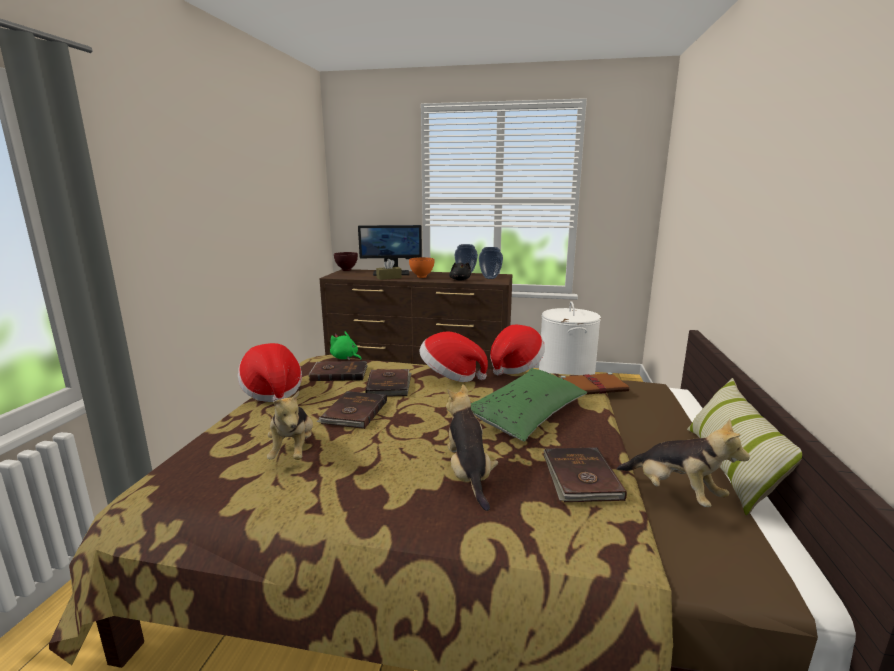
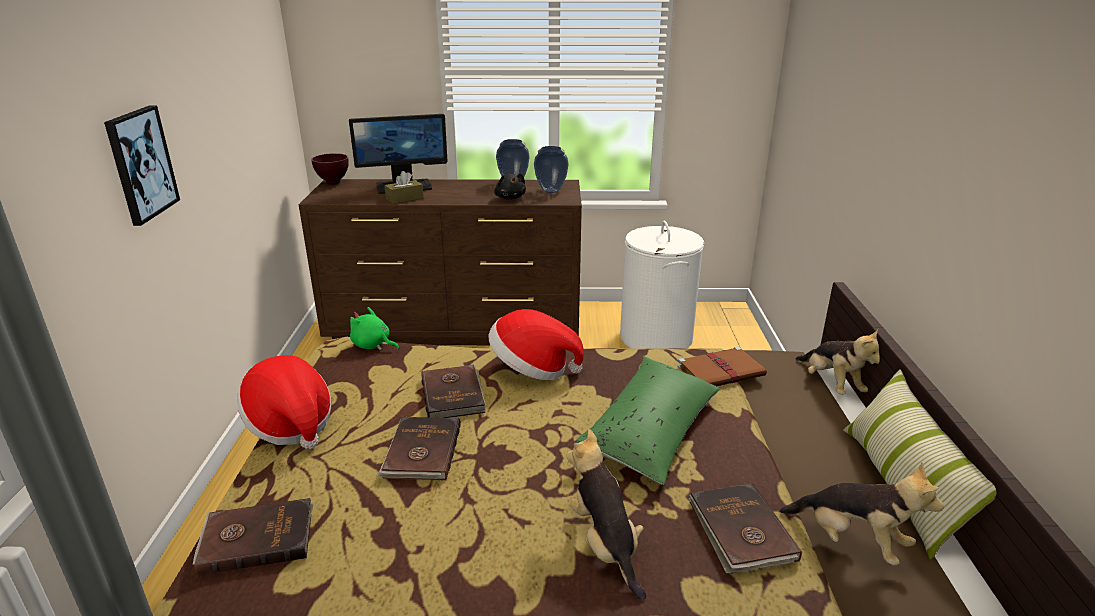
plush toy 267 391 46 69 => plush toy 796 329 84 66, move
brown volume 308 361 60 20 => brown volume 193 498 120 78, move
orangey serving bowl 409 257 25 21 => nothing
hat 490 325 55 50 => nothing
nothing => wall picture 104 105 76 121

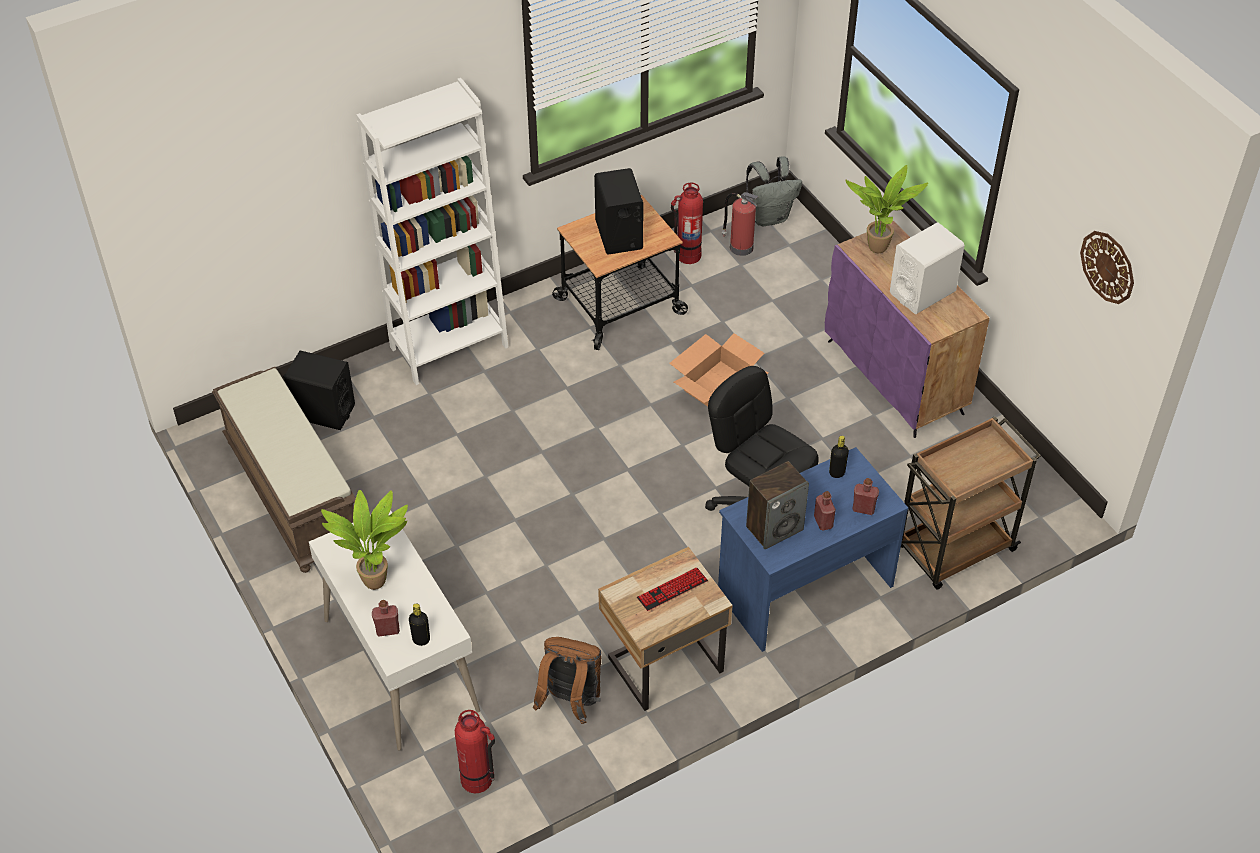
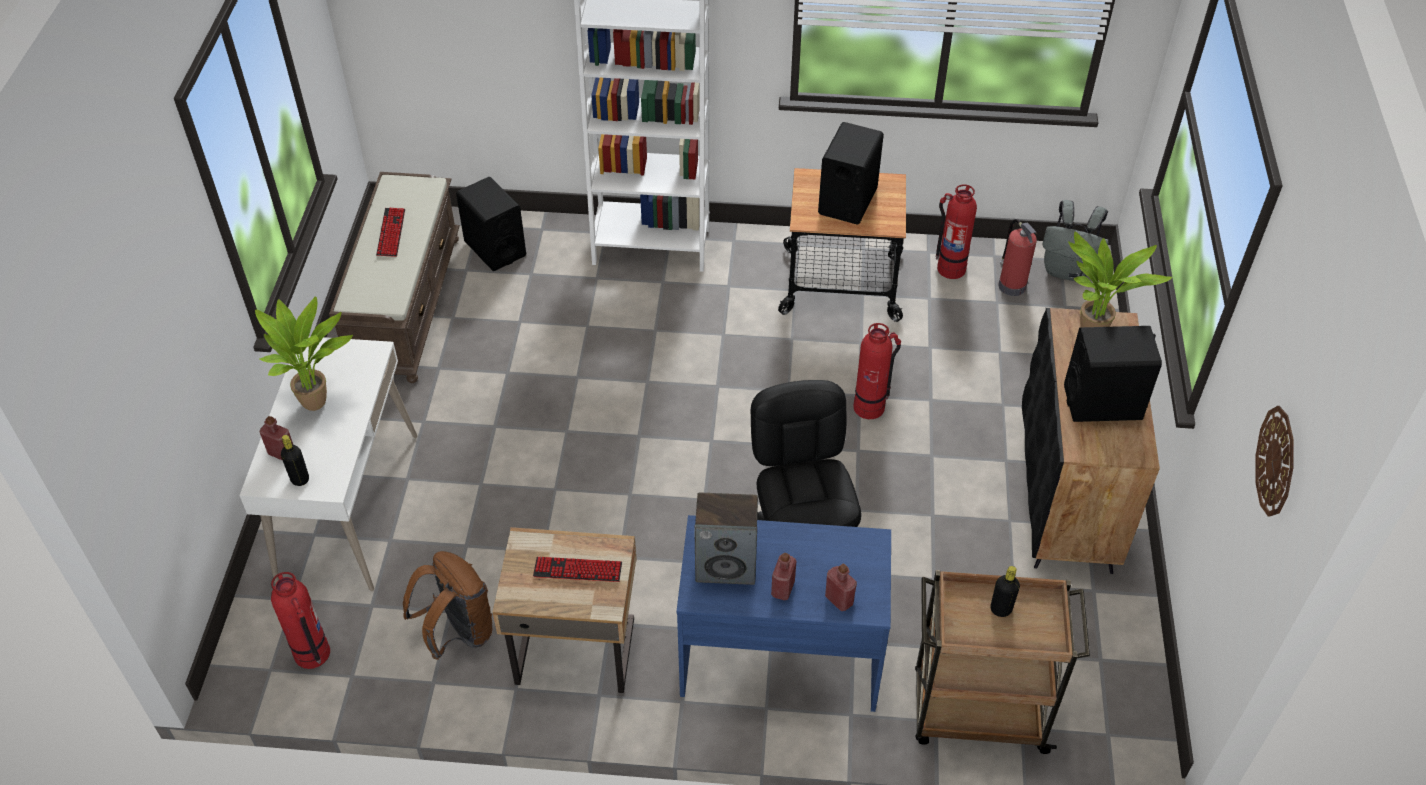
cardboard box 669 333 100 74 => fire extinguisher 853 323 48 96
purple cupboard 825 221 165 217 => black cupboard 1022 308 138 266
black bottle 829 436 20 42 => black bottle 990 566 30 51, move
white-coloured speaker 890 222 75 92 => black speaker 1064 326 98 96
nothing => PC keyboard 376 207 29 50

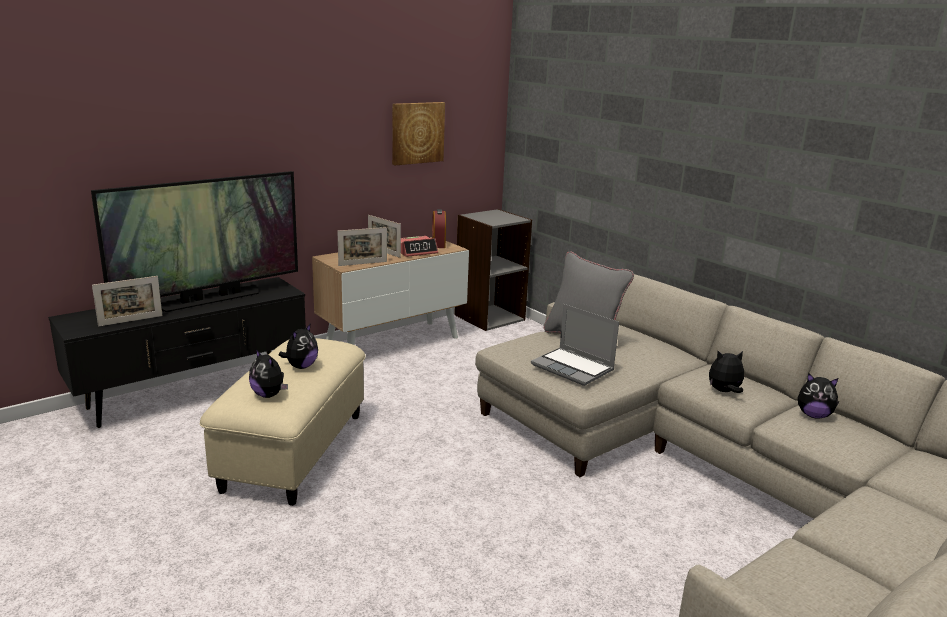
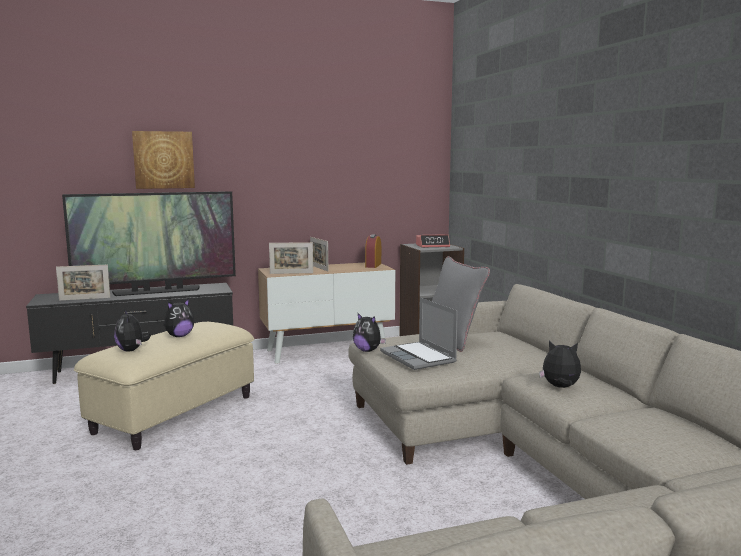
wall picture 392 102 53 63 => wall picture 132 131 63 58, move
alarm clock 401 236 37 21 => alarm clock 416 234 34 14, move
plush toy 798 373 42 46 => plush toy 353 312 33 40, move

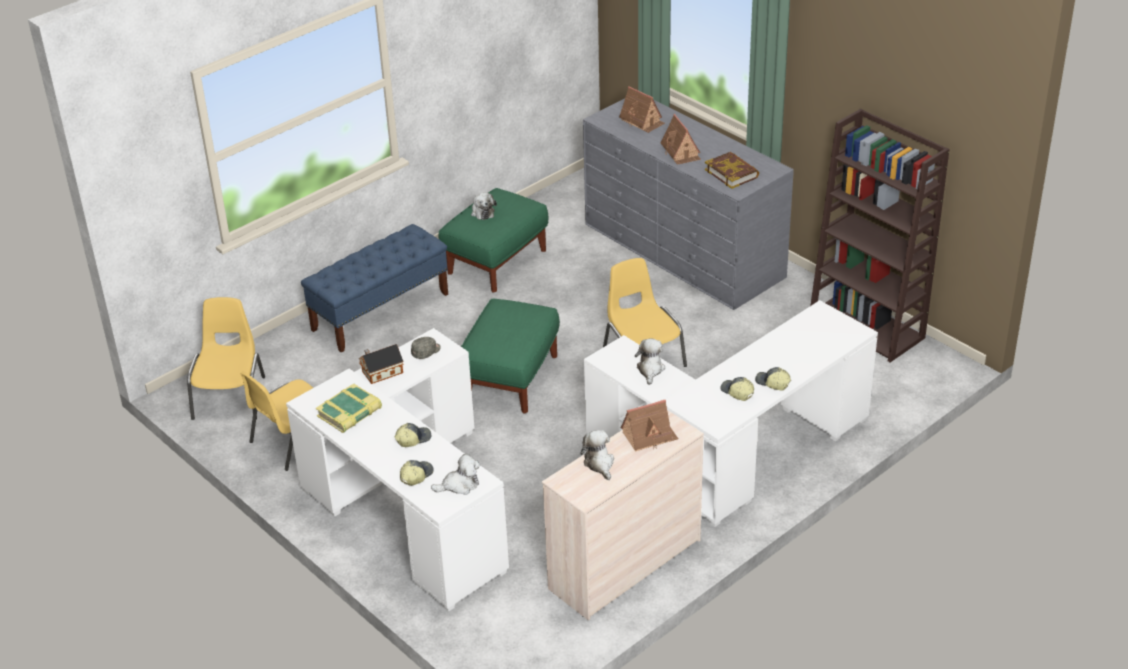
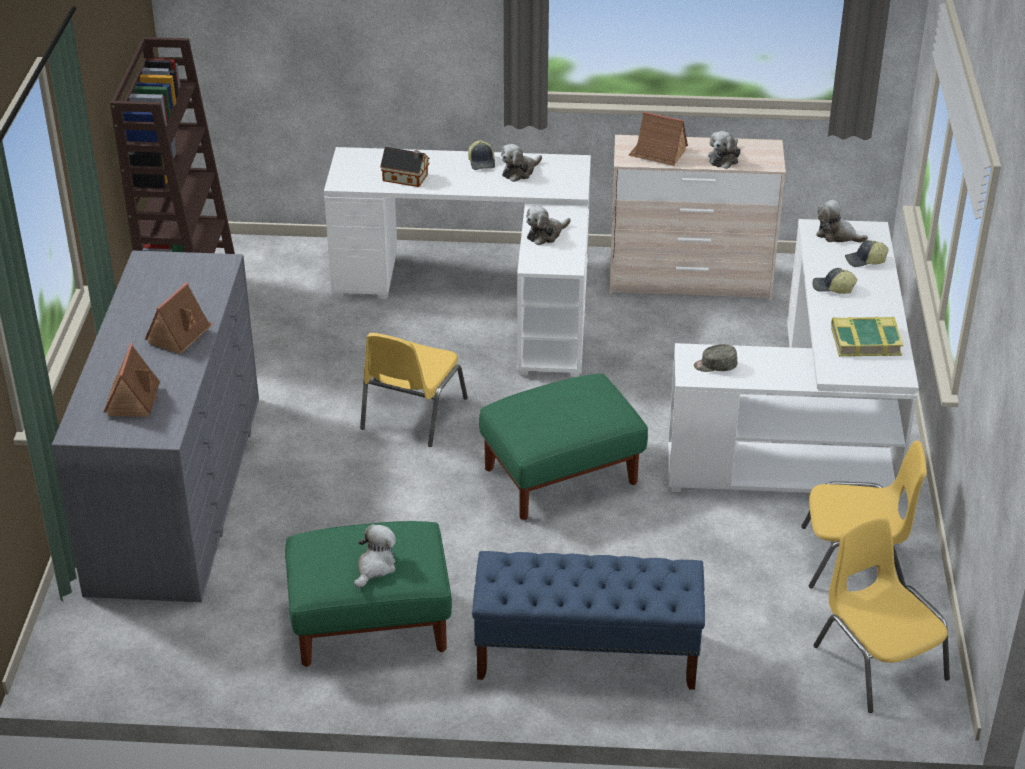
yellow-coloured chair 187 297 78 123 => yellow-coloured chair 813 516 137 197, 105 degrees clockwise
toy house 359 344 45 40 => toy house 380 147 50 40, move
volume 705 152 54 37 => nothing
baseball cap 720 377 34 24 => plush toy 501 144 41 38

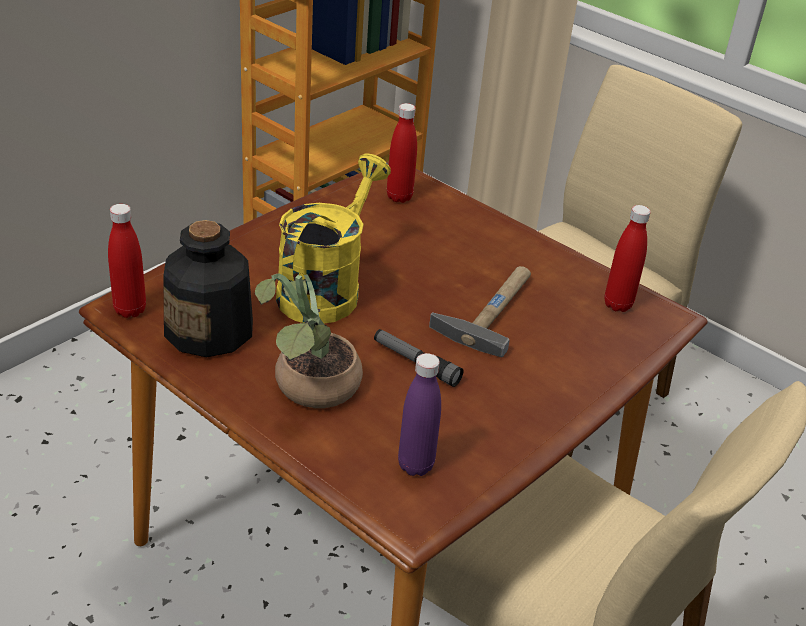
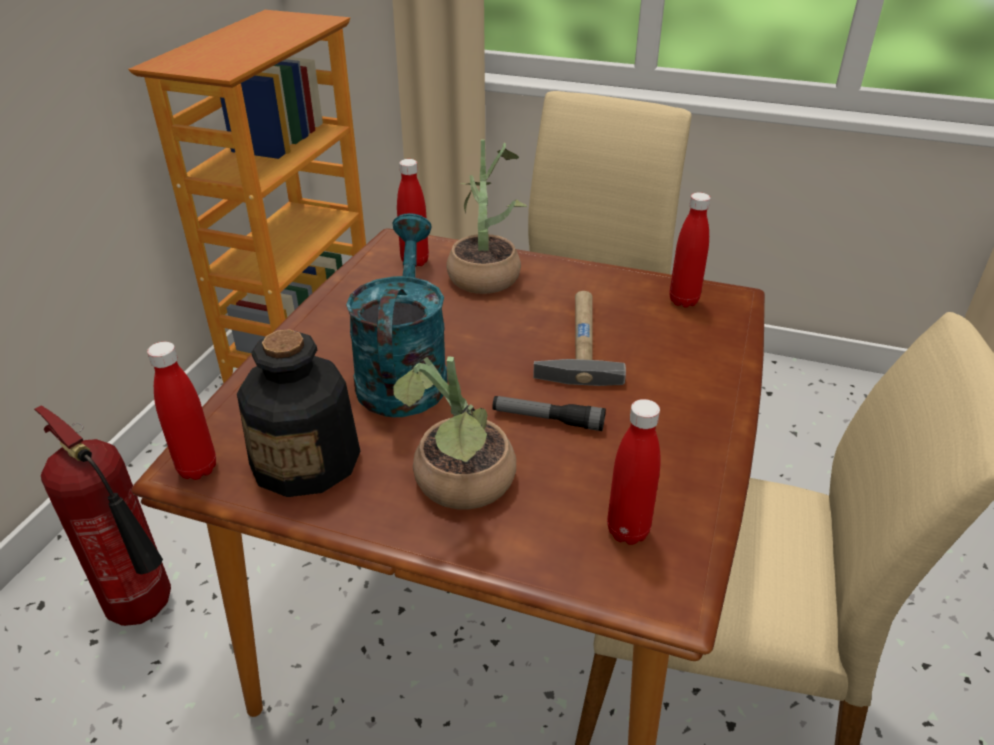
yellow-coloured sprinkling can 276 153 115 171 => turquoise-coloured sprinkling can 346 213 102 204
purple bottle 398 353 43 123 => red bottle 607 399 54 146
nothing => fire extinguisher 34 405 137 221
nothing => potted plant 446 140 81 154

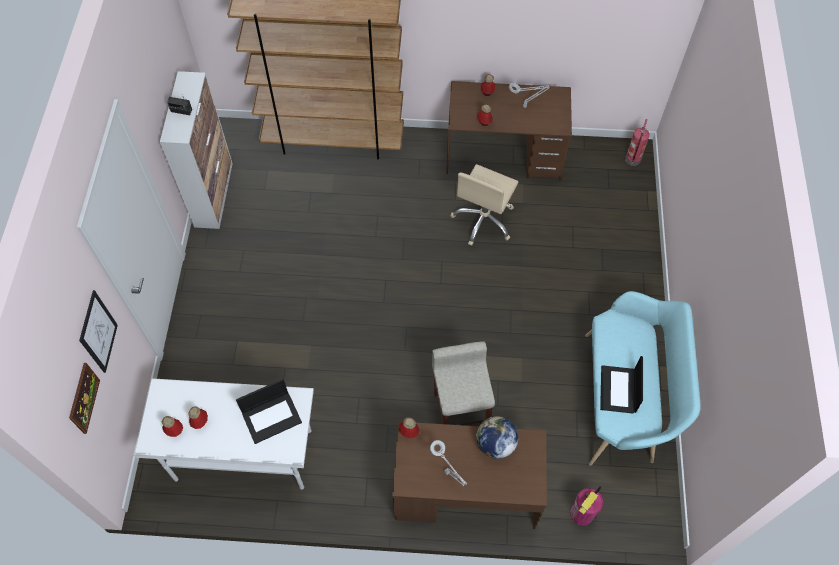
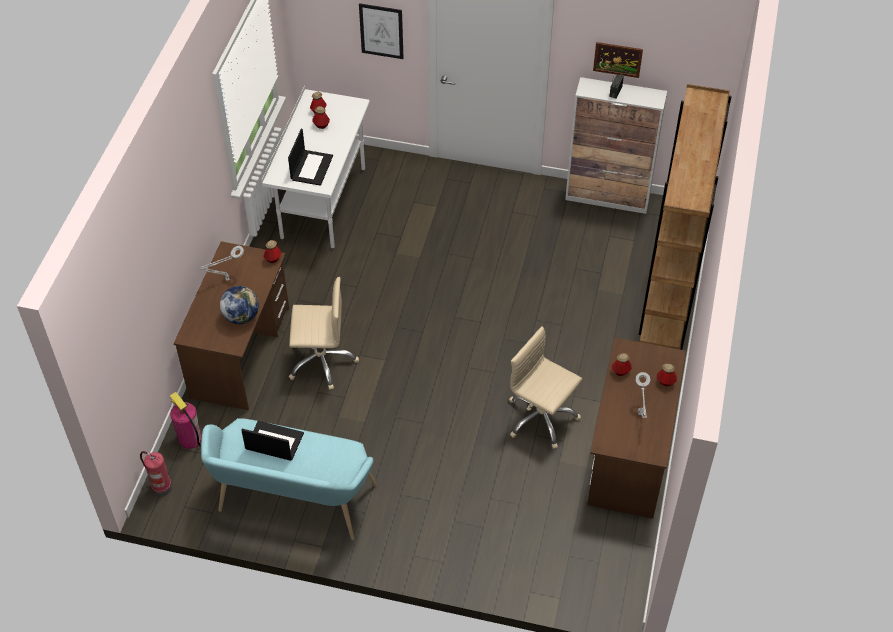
wall picture 69 363 31 71 => wall picture 593 42 50 36, move
portable computer 236 379 66 65 => portable computer 288 129 45 57, 150 degrees counterclockwise
beige-coloured sitting stool 432 341 63 85 => beige-coloured computer chair 289 277 70 113
fire extinguisher 625 119 25 47 => fire extinguisher 140 451 32 45, move

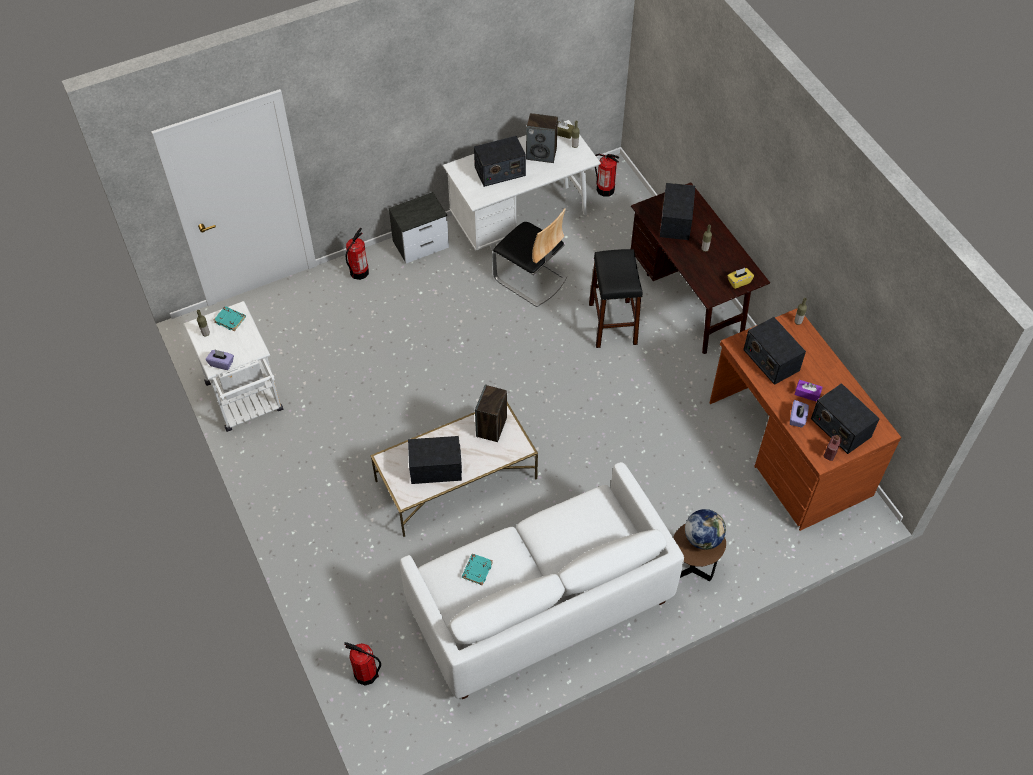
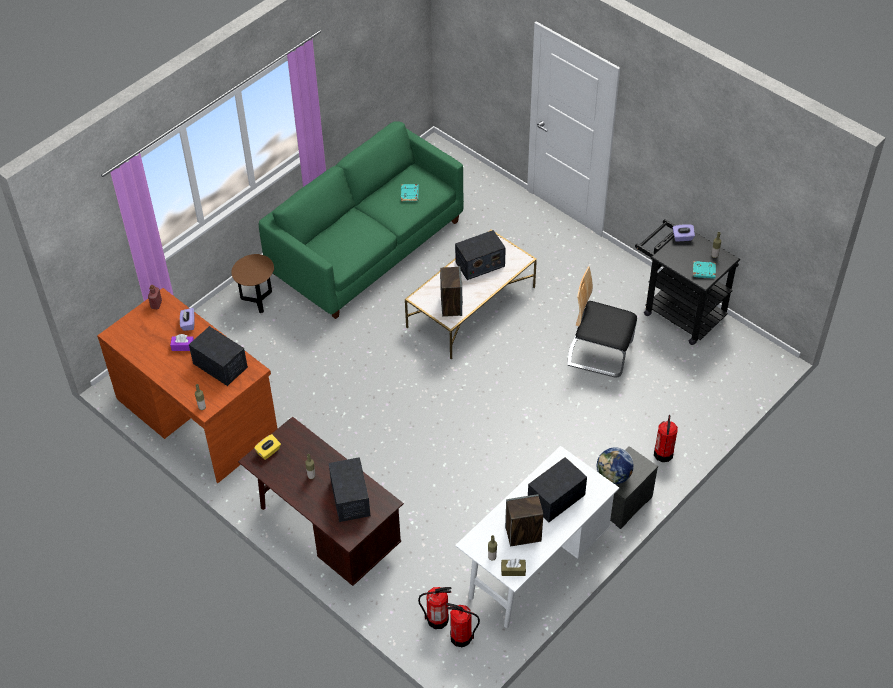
white-coloured trolley 183 301 100 131 => black trolley 635 219 105 126
fire extinguisher 344 642 37 43 => fire extinguisher 418 587 33 42, move
white-coloured settee 400 462 284 238 => green-coloured settee 259 121 205 198
chair 492 208 75 99 => chair 568 266 69 111, move
black sitting stool 589 249 53 99 => nothing
globe 685 509 41 41 => globe 597 447 37 37, move
radio 811 383 69 71 => nothing

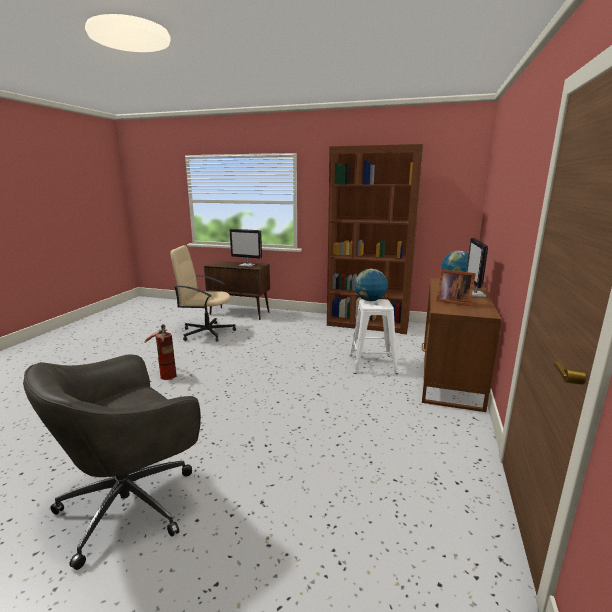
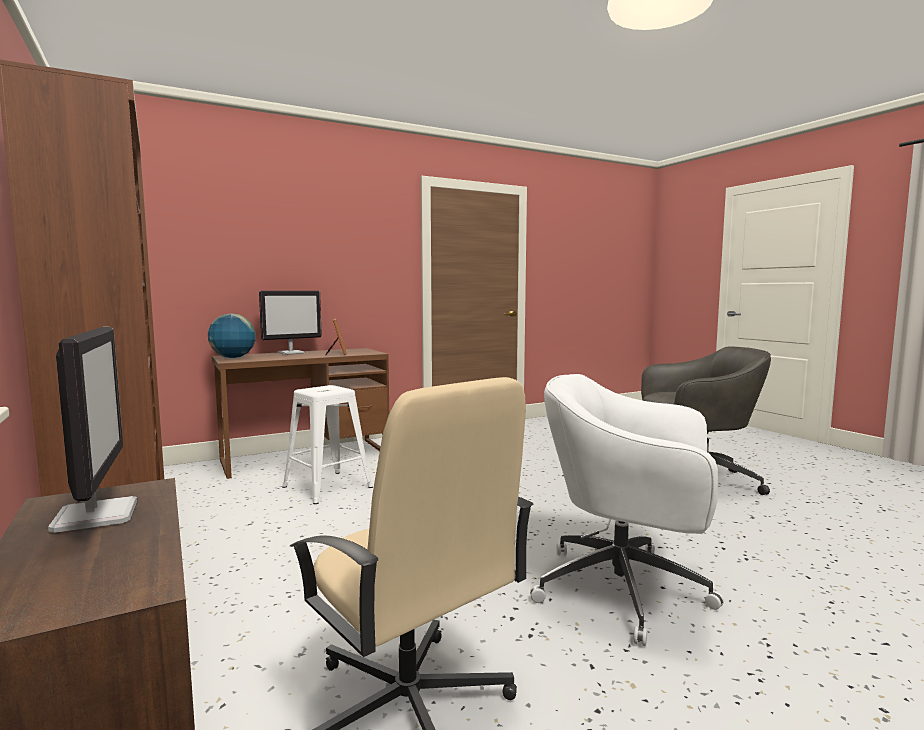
fire extinguisher 144 324 33 56 => white-coloured computer chair 530 374 194 272
globe 355 269 32 32 => nothing

